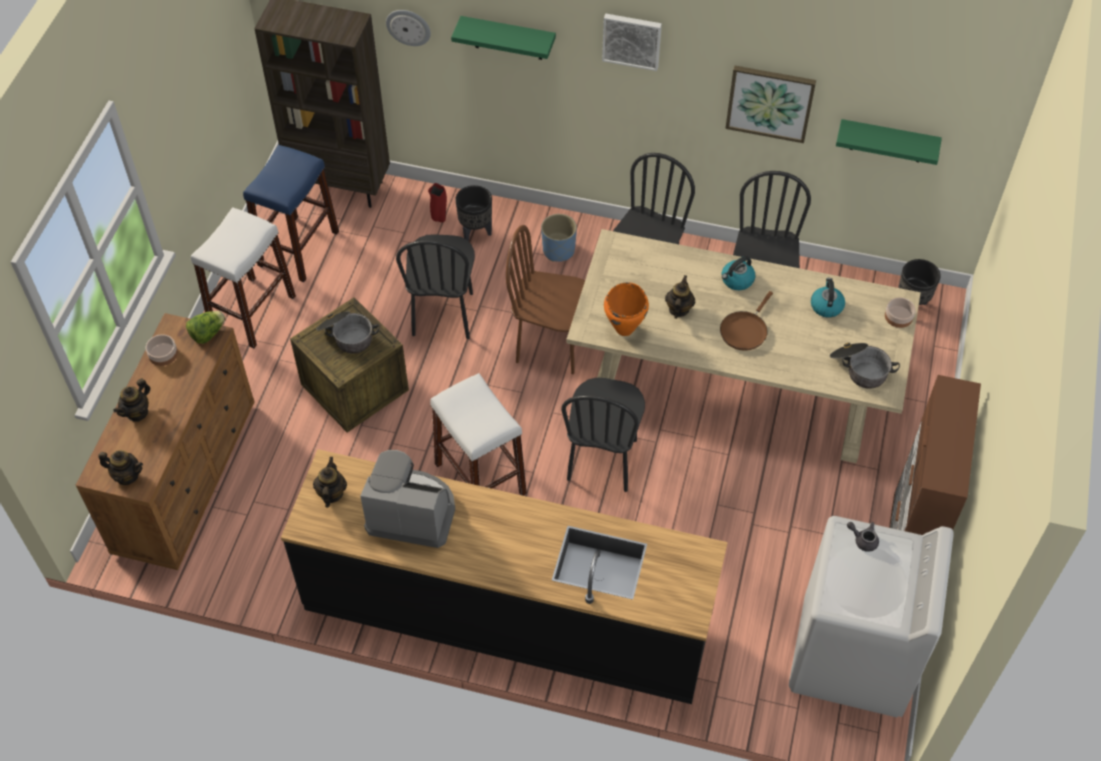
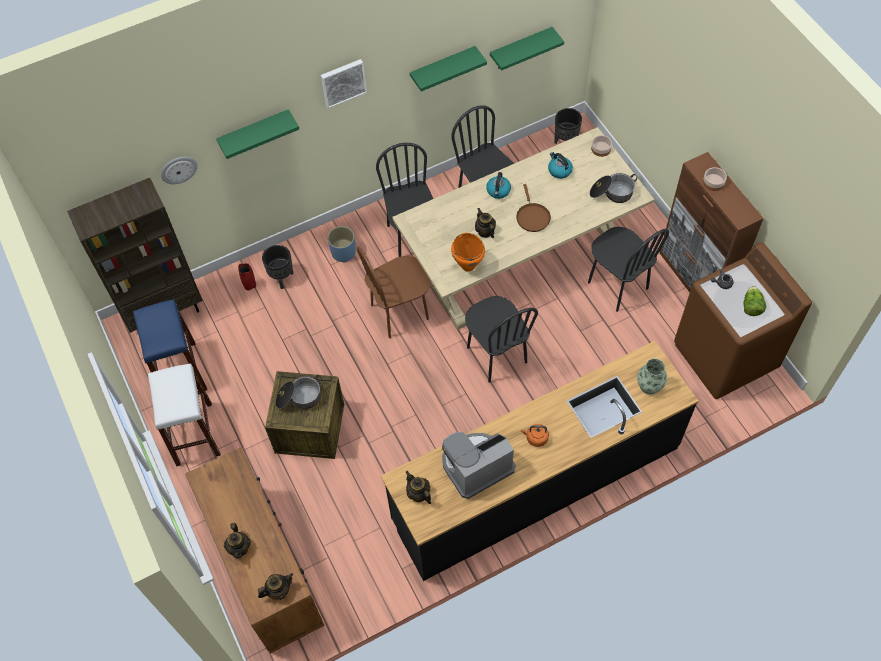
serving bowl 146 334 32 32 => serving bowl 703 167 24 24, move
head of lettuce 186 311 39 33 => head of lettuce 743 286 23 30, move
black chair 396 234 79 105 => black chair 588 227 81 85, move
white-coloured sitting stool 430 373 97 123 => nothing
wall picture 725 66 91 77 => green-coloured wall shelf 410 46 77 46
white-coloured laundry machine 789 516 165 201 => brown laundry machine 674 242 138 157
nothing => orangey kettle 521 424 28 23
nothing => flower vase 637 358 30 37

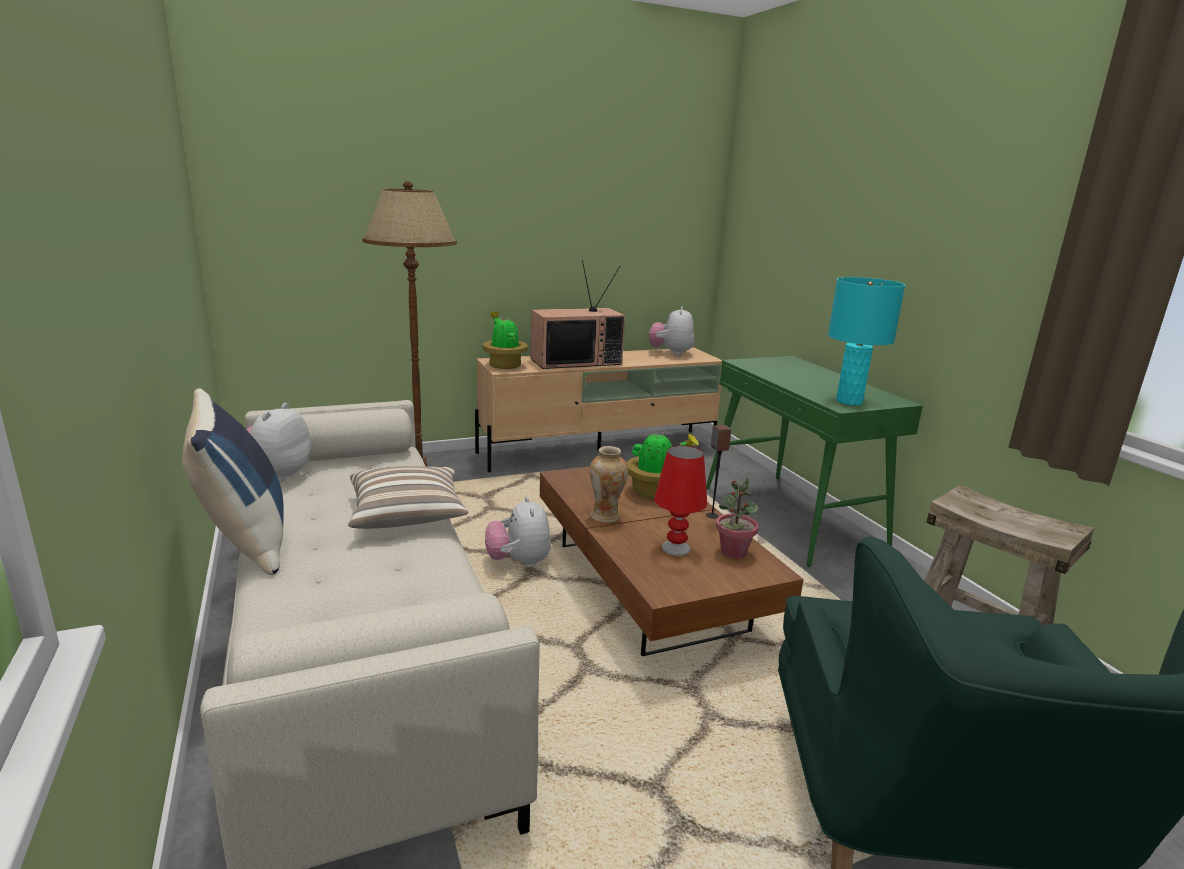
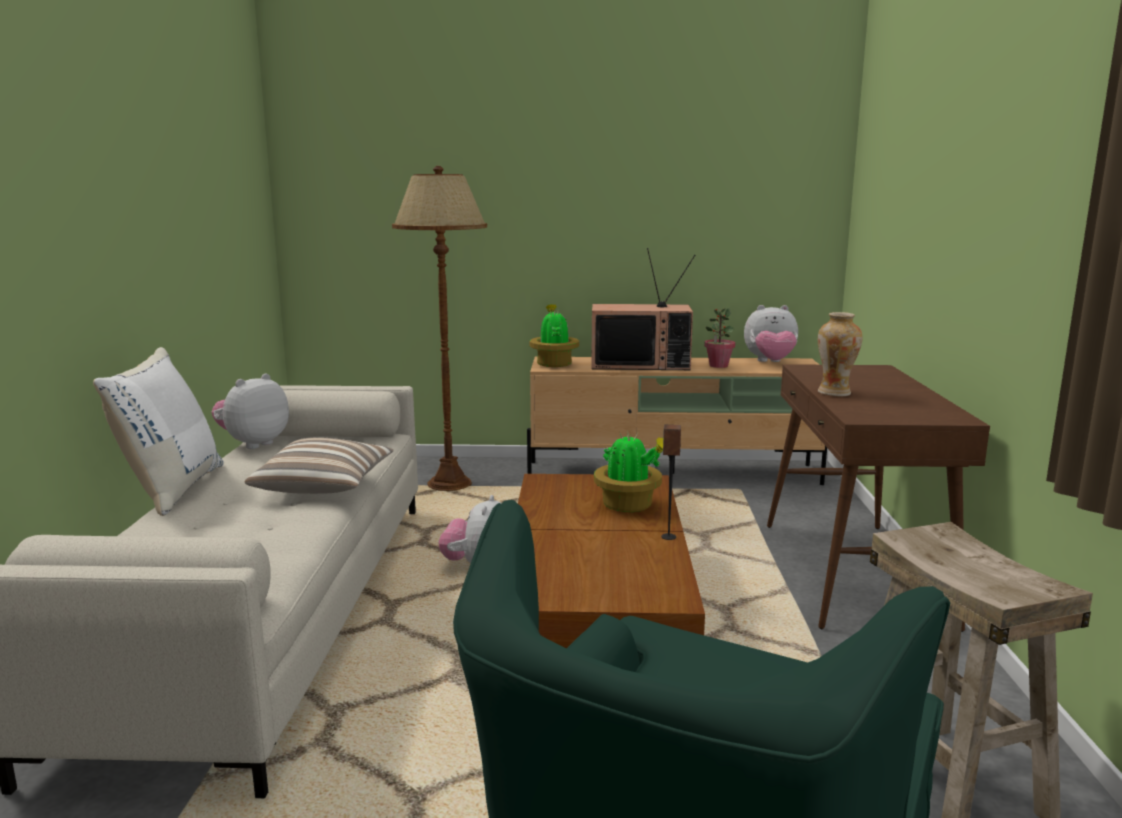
blue-coloured throw pillow 182 388 102 187 => white-coloured throw pillow 93 347 131 169
flower vase 589 446 39 77 => flower vase 818 312 45 84, move
plush toy 649 306 45 50 => plush toy 744 305 54 57, 120 degrees counterclockwise
red tabletop lamp 654 445 54 111 => nothing
green-coloured hall table 706 356 217 211 => brown hall table 767 364 223 268
potted plant 716 477 42 82 => potted plant 704 308 32 60, move
turquoise-coloured tabletop lamp 828 277 77 128 => nothing

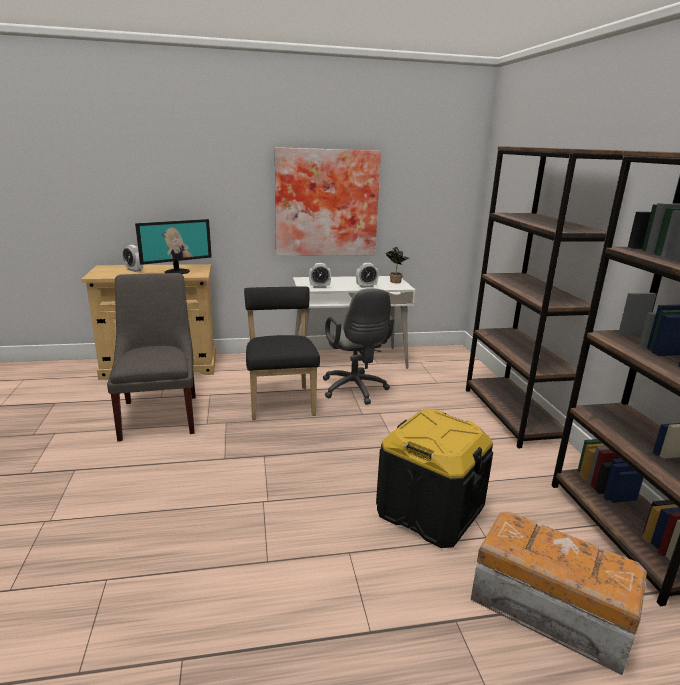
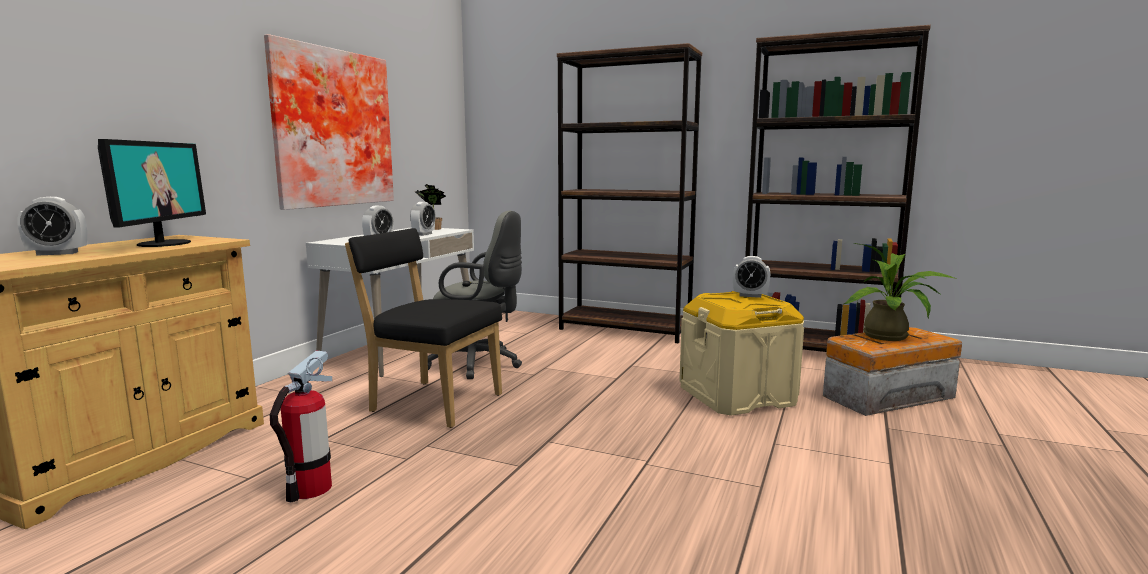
gray chair 107 273 89 168 => fire extinguisher 270 350 62 152
black storage bin 376 410 117 138 => beige-coloured storage bin 679 291 125 125
nothing => alarm clock 733 256 37 42
nothing => potted plant 844 243 112 98

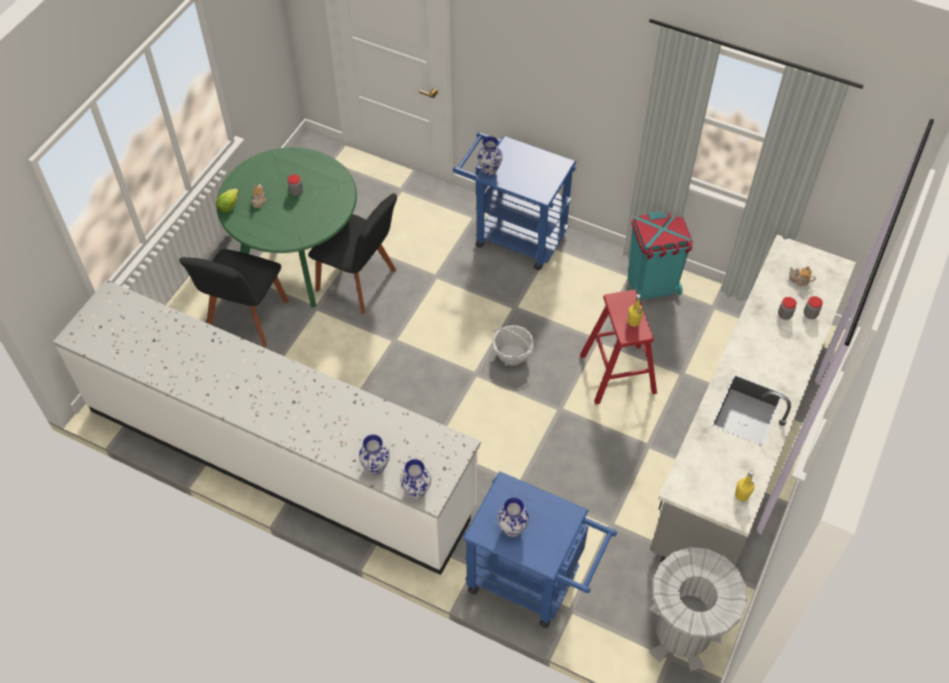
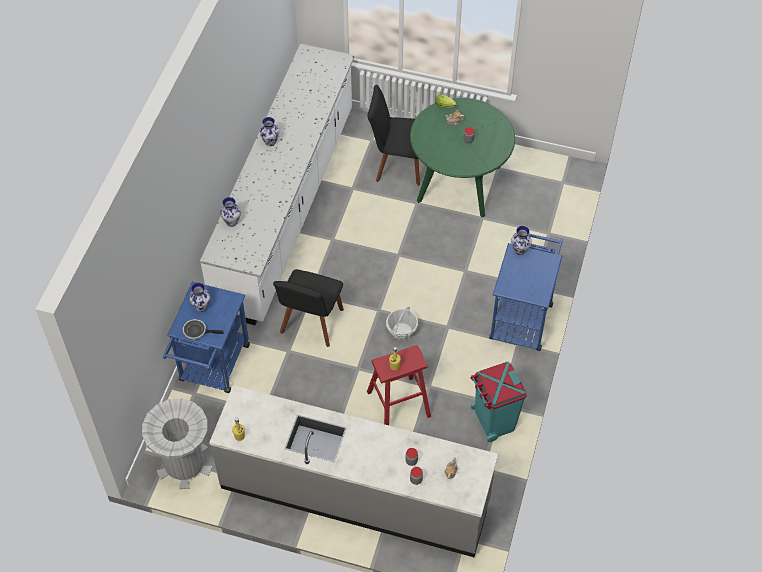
black chair 308 193 89 121 => black chair 273 269 71 78, move
flower vase 400 459 31 40 => flower vase 260 117 19 29, move
nothing => frying pan 183 319 41 20

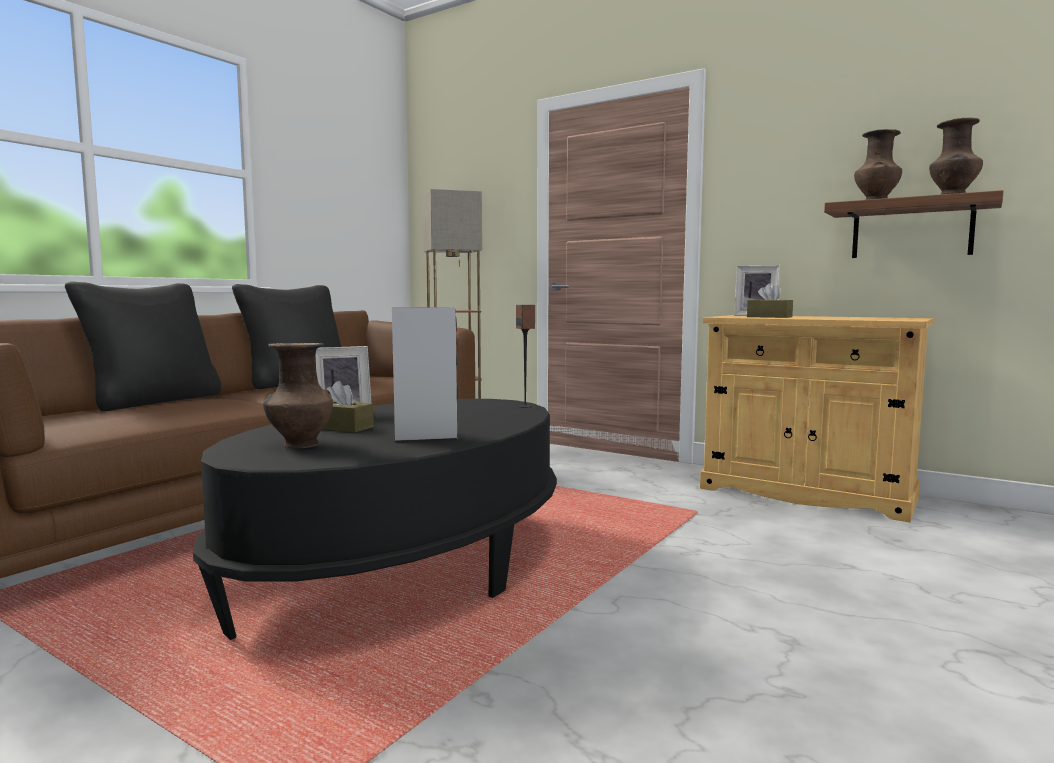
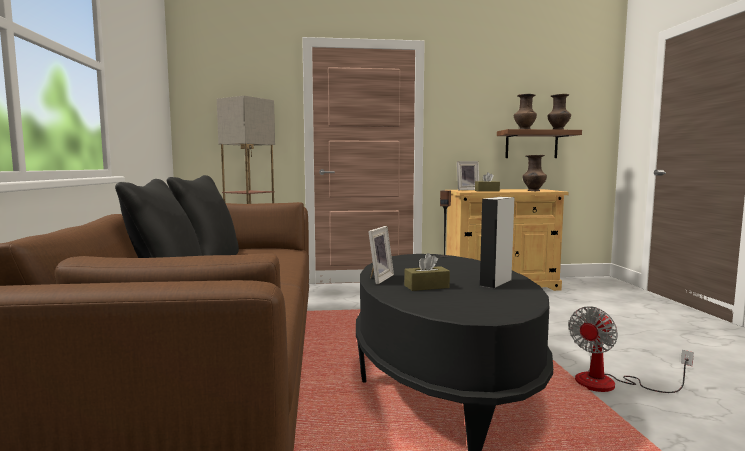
brown flower vase 263 343 70 105 => brown flower vase 522 155 25 36, move
nothing => cooling fan 568 306 126 87

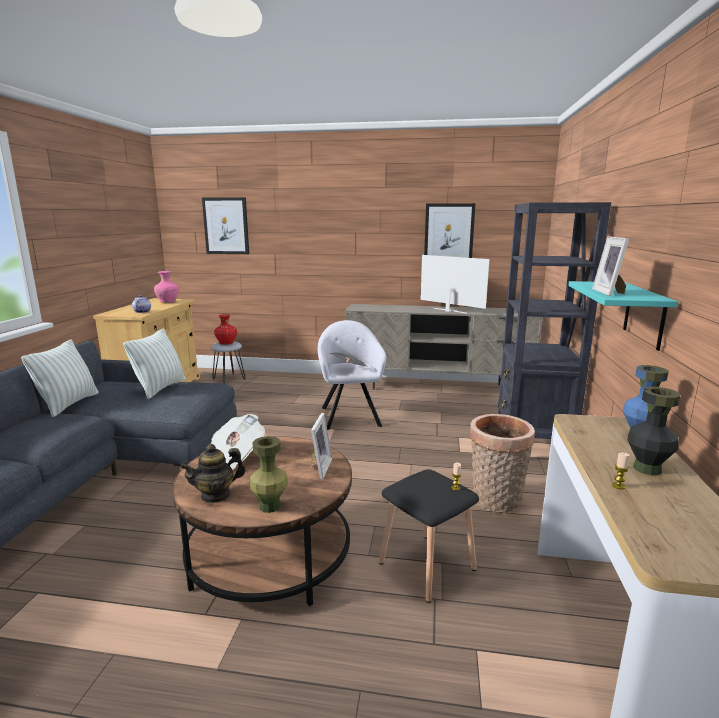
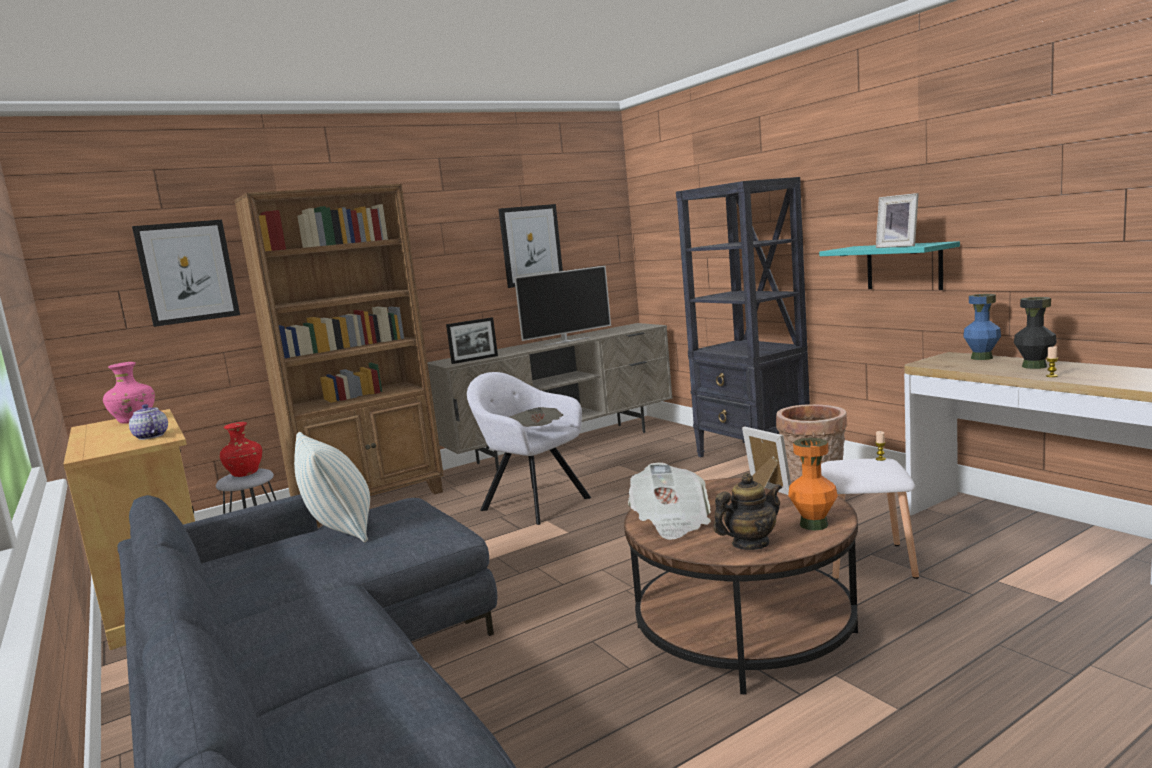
throw pillow 21 339 78 78 => nothing
tea pot 180 444 66 59 => tea pot 713 473 69 77, 135 degrees counterclockwise
green-coloured flower vase 250 436 38 77 => orangey flower vase 788 438 50 93
black sitting stool 379 469 100 134 => white-coloured sitting stool 821 458 98 122
TV set 420 255 70 59 => TV set 514 266 97 80, 150 degrees clockwise
nothing => brown shelving unit 234 184 210 343
nothing => picture frame 446 317 52 47

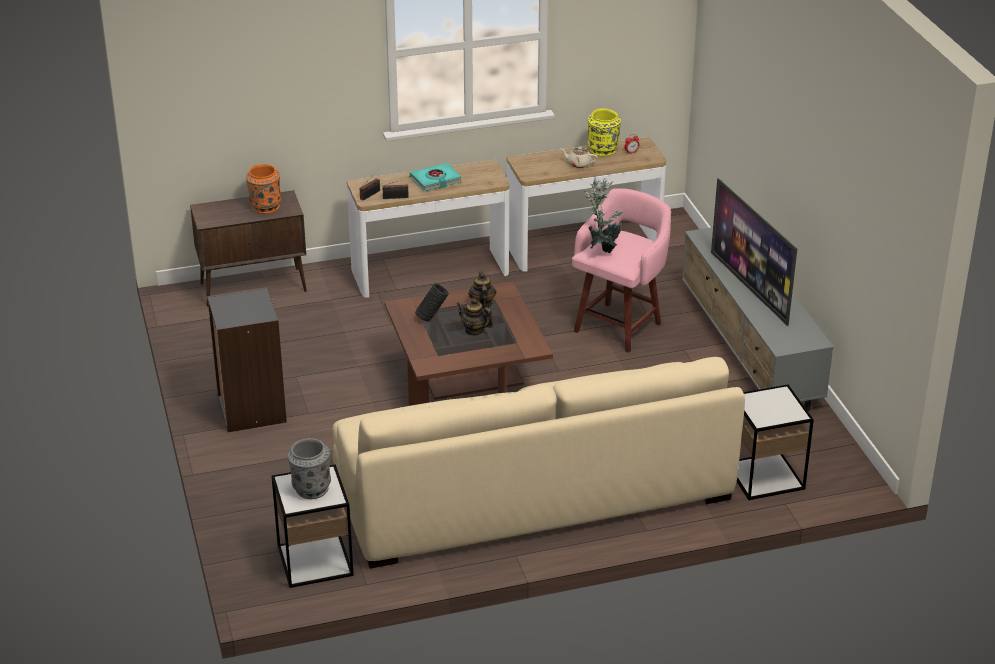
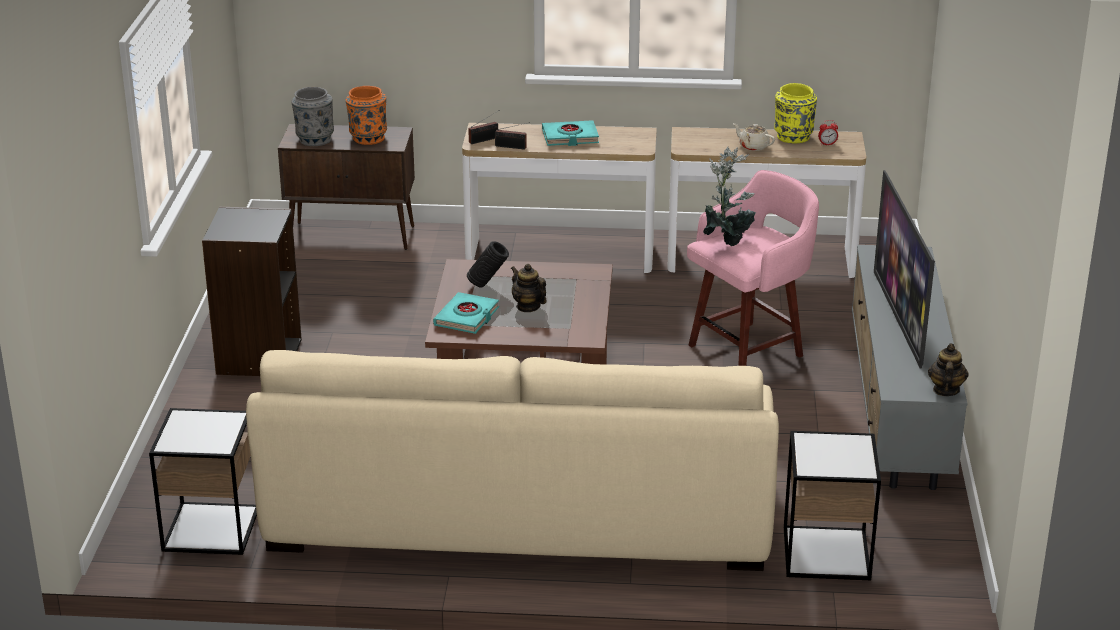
gray flower vase 288 438 43 61 => gray flower vase 291 87 43 59, move
tea pot 468 271 28 38 => tea pot 928 344 41 52, move
nothing => turquoise-coloured volume 433 292 66 42

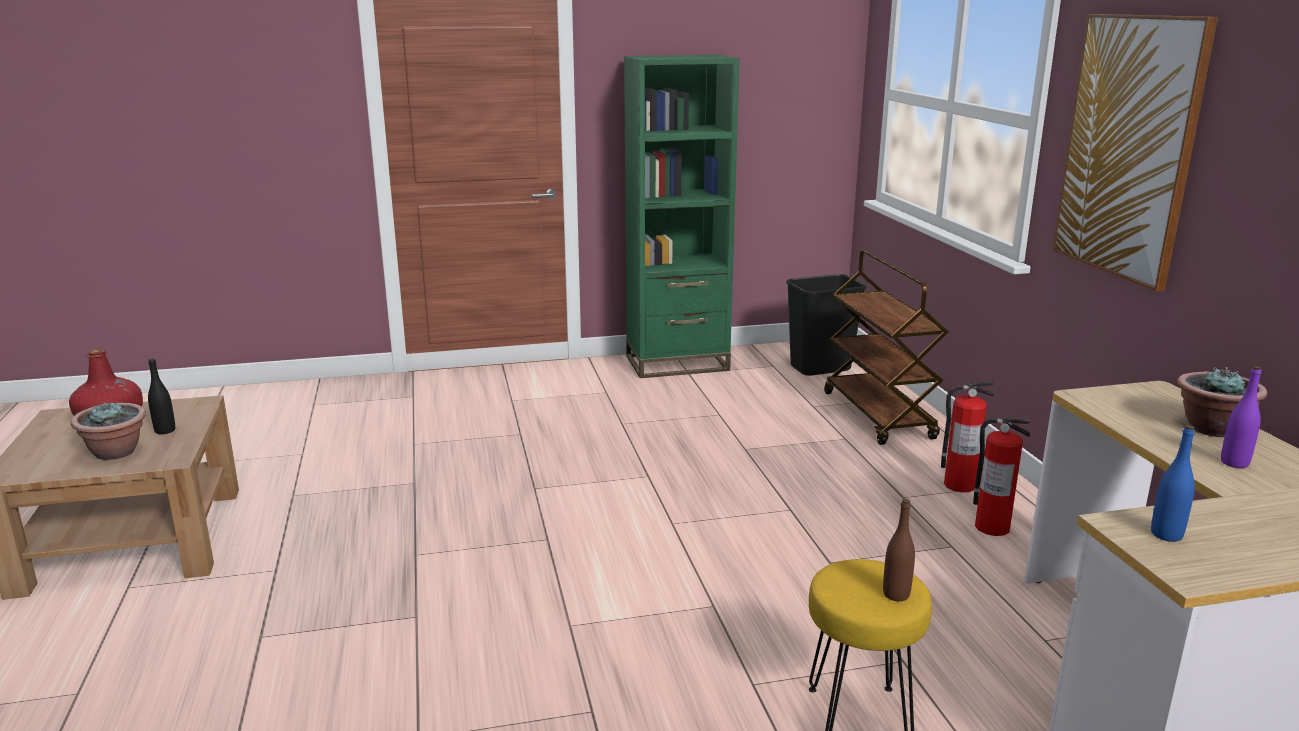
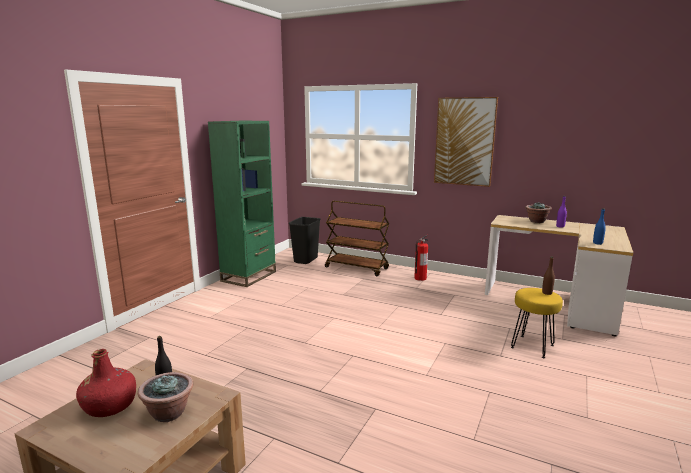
fire extinguisher 973 418 57 118 => nothing

